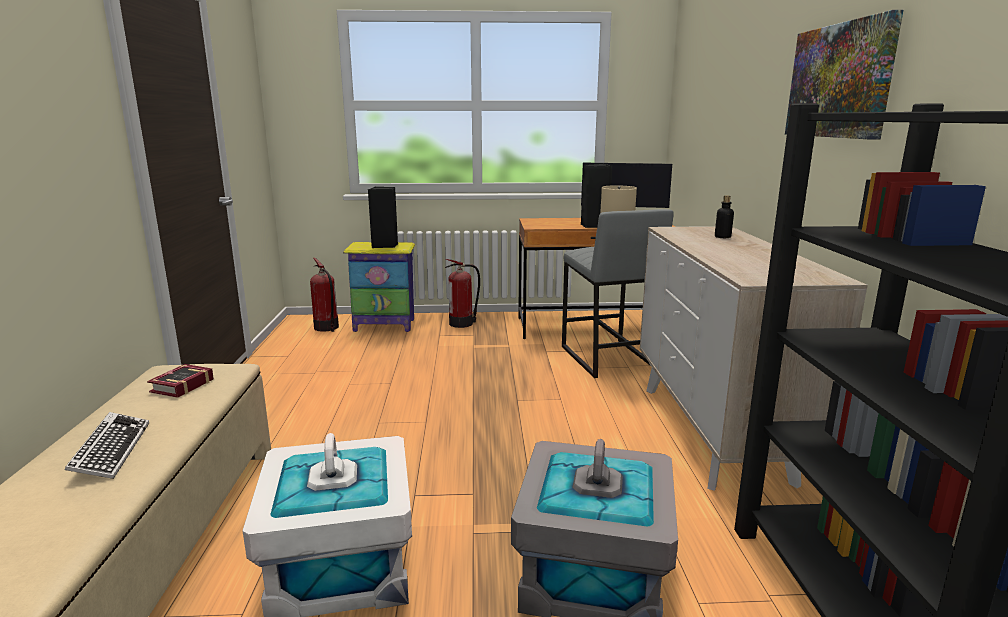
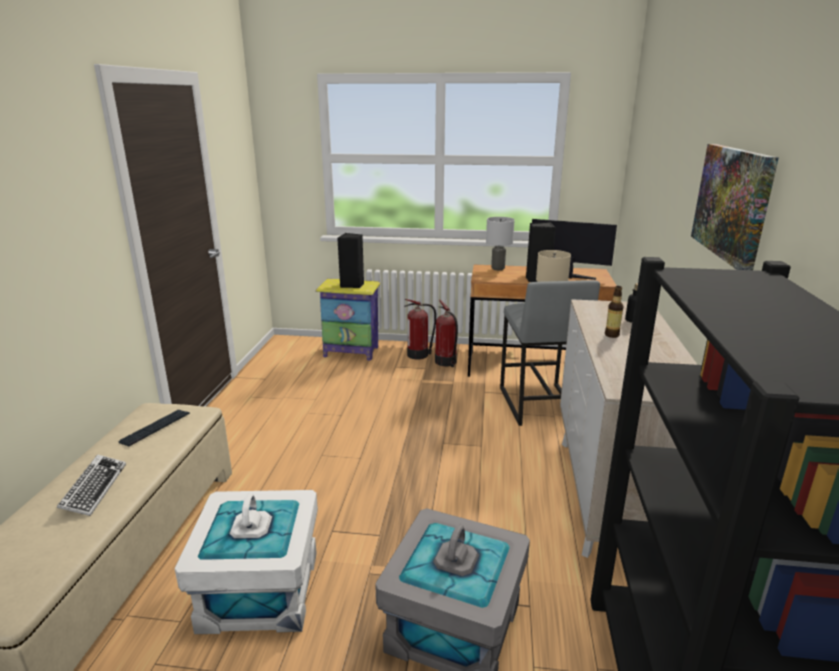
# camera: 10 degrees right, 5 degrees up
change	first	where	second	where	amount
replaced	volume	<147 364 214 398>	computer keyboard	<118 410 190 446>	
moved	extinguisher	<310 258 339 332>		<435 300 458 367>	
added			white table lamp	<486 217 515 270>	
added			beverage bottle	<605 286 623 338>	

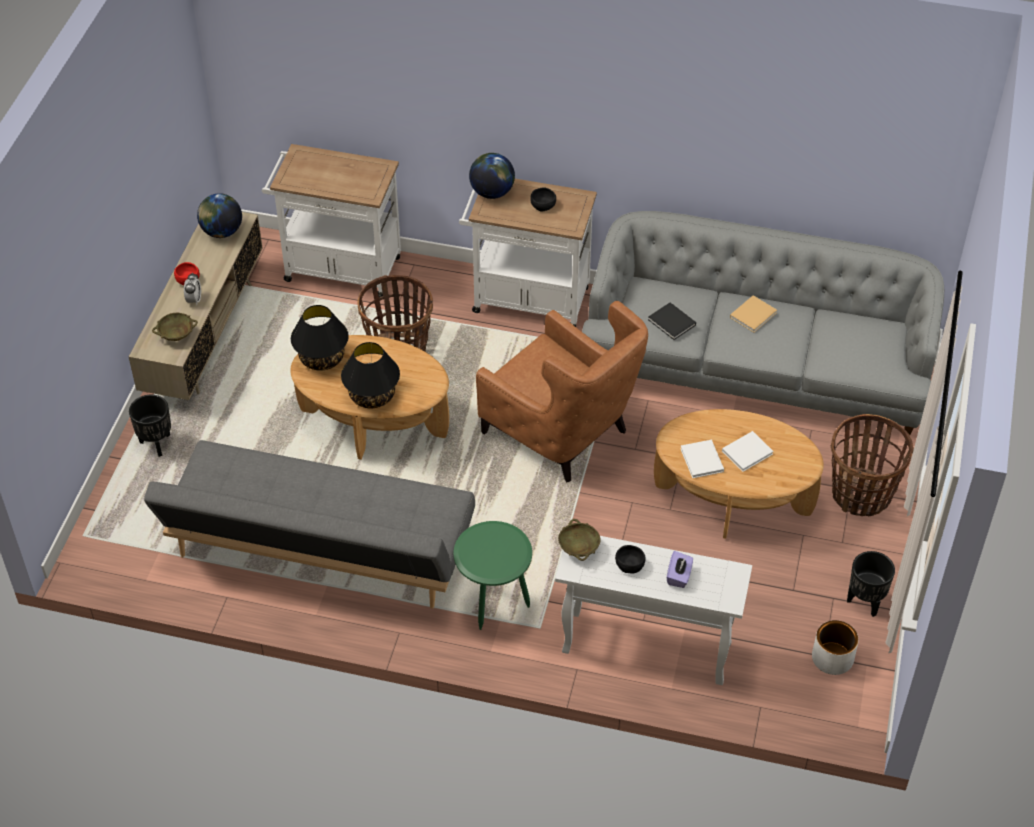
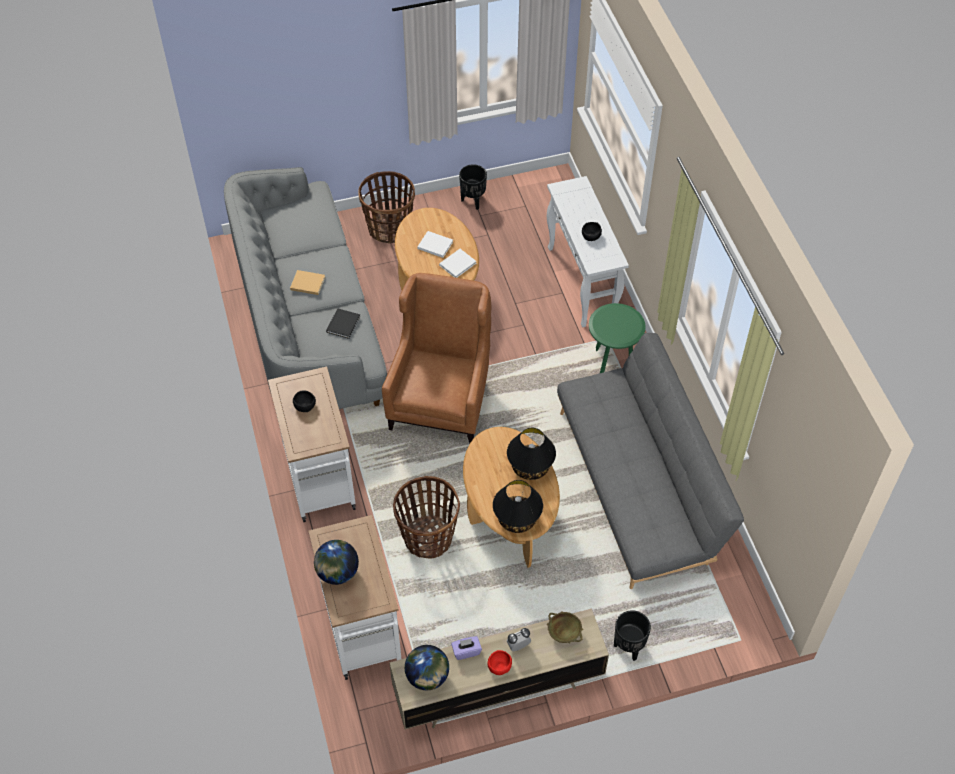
# camera: 120 degrees left, 5 degrees up
change	first	where	second	where	amount
moved	world globe	<469 153 515 199>		<314 540 359 585>	
moved	purple-coloured tissue holder	<667 551 693 588>		<451 636 482 660>	
removed	beige deep dish	<558 519 601 561>			
removed	white planter	<812 620 859 675>			

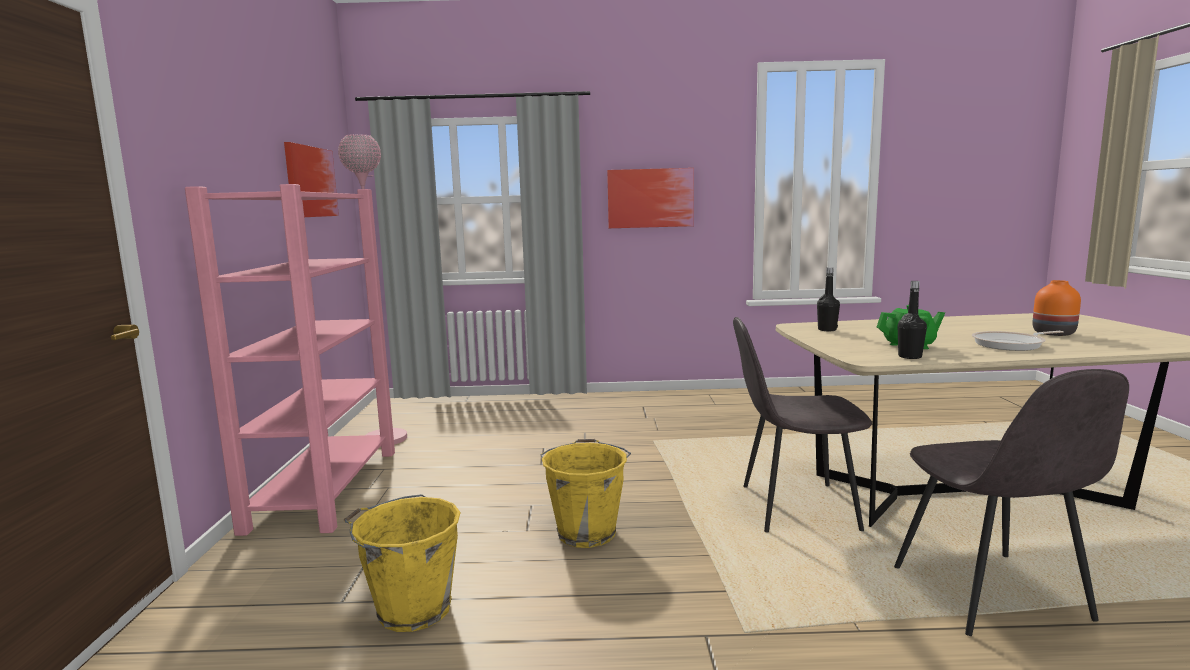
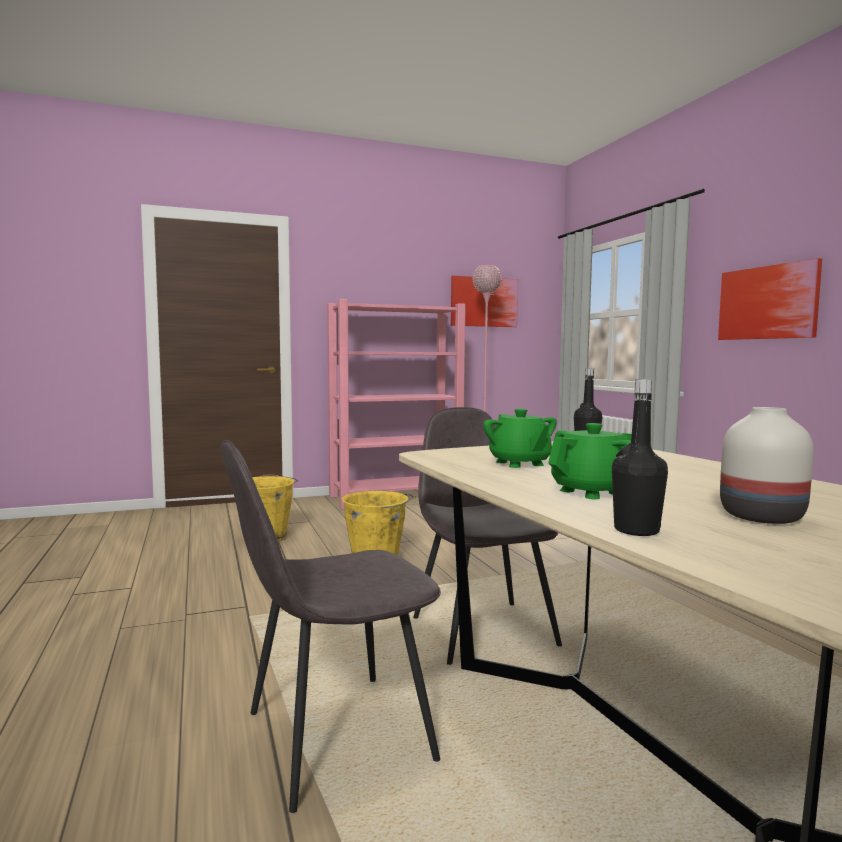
# camera: 70 degrees right, 5 degrees down
change	first	where	second	where	amount
replaced	skillet	<972 331 1064 351>	green pot for tea	<548 423 632 499>	
moved	black-coloured beverage bottle	<898 281 927 359>		<612 379 668 536>	
recoloured	orangey vase	<1033 280 1081 336>	white vase	<720 407 814 524>	

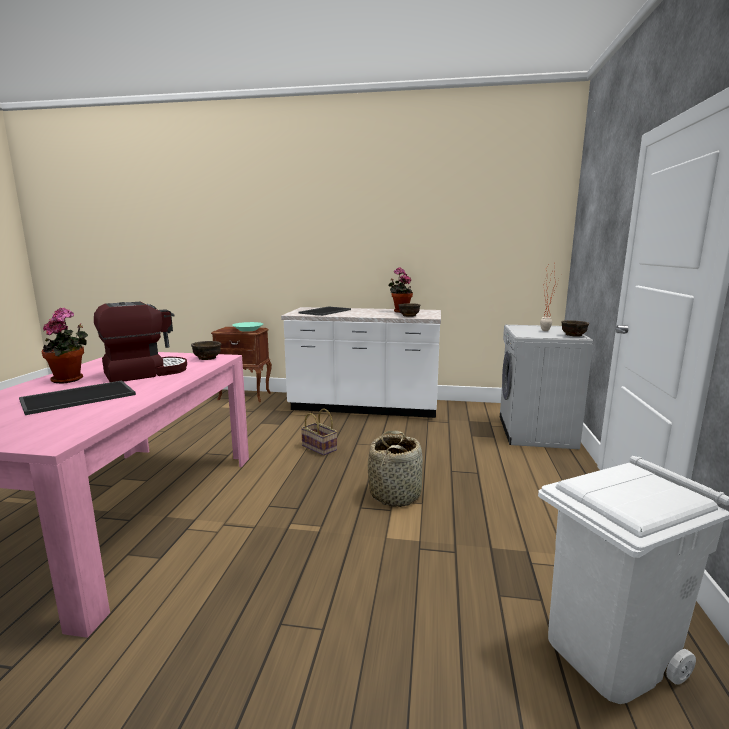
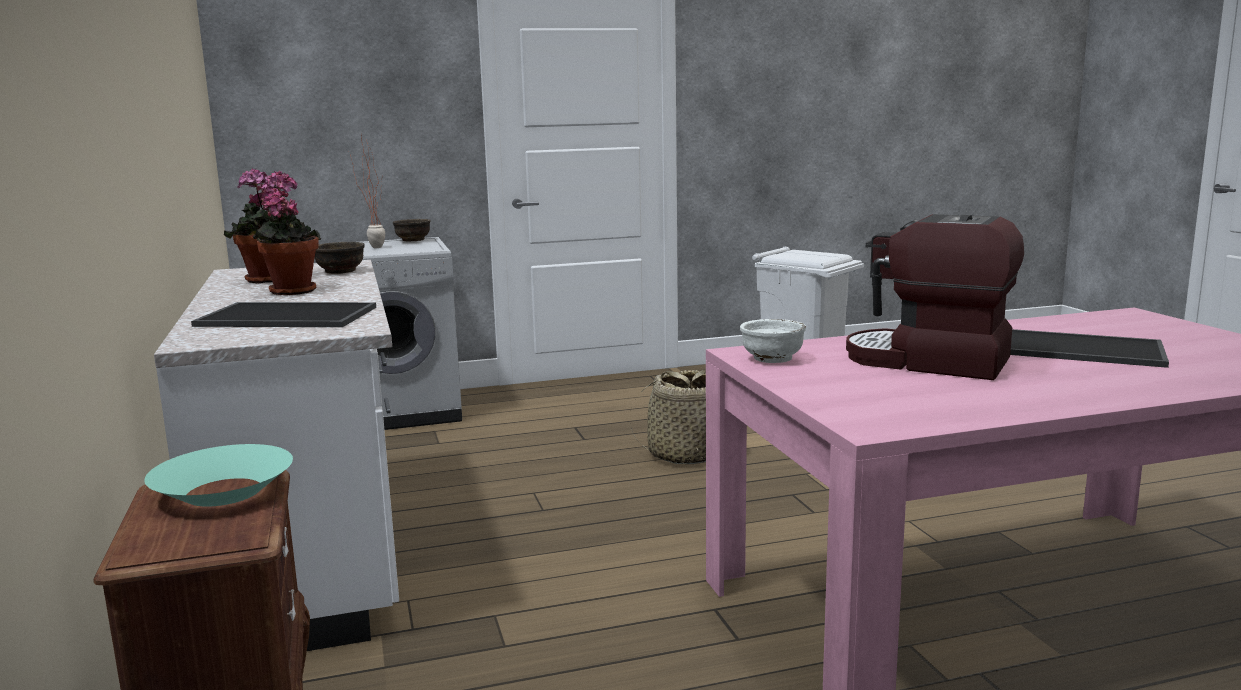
# camera: 115 degrees left, 0 degrees up
change	first	where	second	where	amount
moved	plant in a pot	<41 308 88 383>		<253 171 321 295>	
recoloured	brownish deep dish	<191 341 221 360>	white deep dish	<740 319 806 363>	
removed	storage basket	<301 408 337 456>			

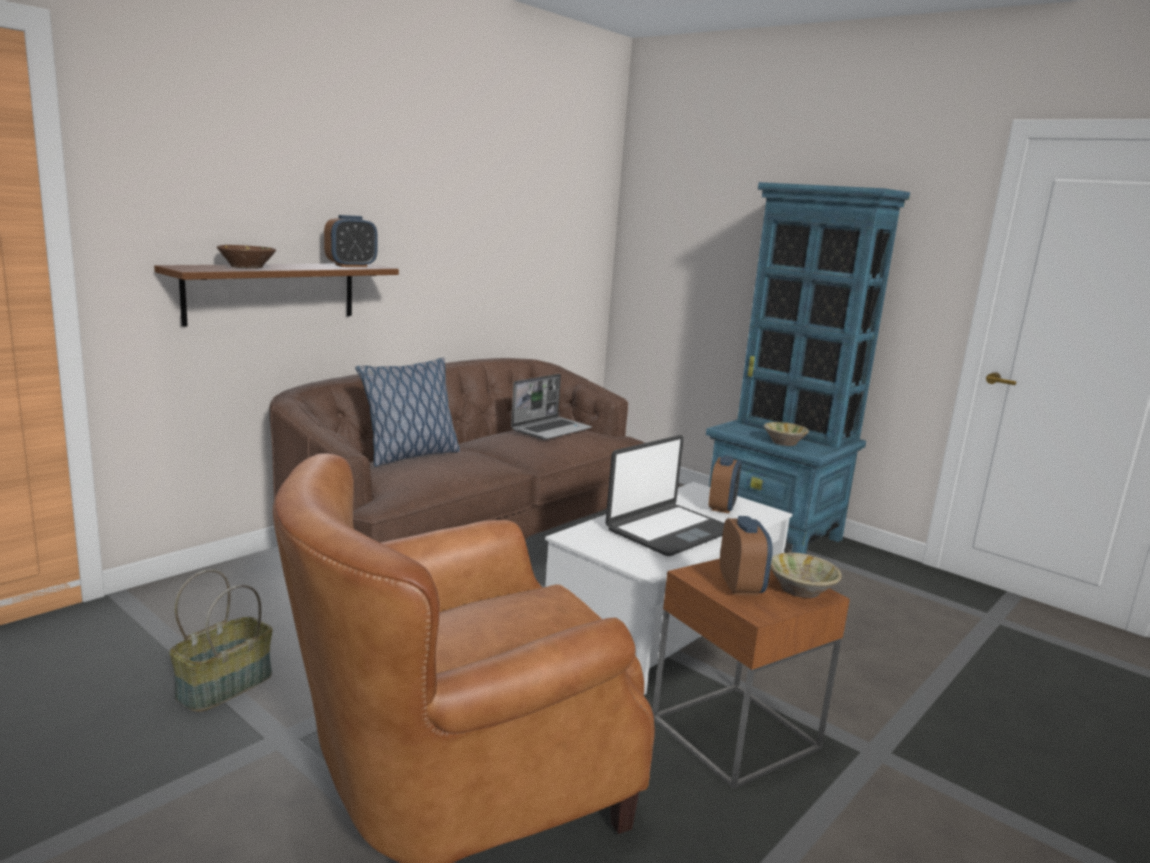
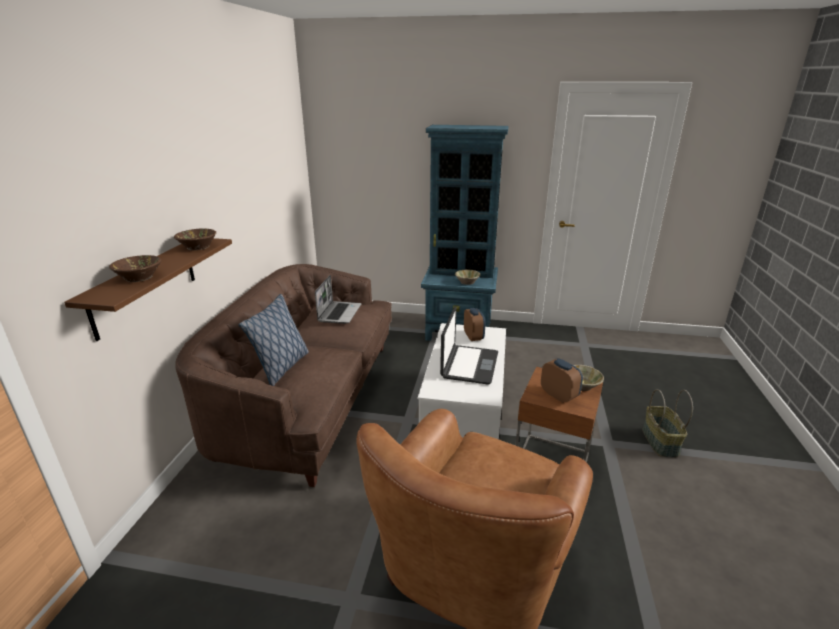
# camera: 30 degrees left, 10 degrees up
change	first	where	second	where	amount
replaced	table clock	<324 215 378 267>	brownish deep dish	<174 228 216 250>	
moved	storage basket	<169 569 273 712>		<642 389 693 457>	

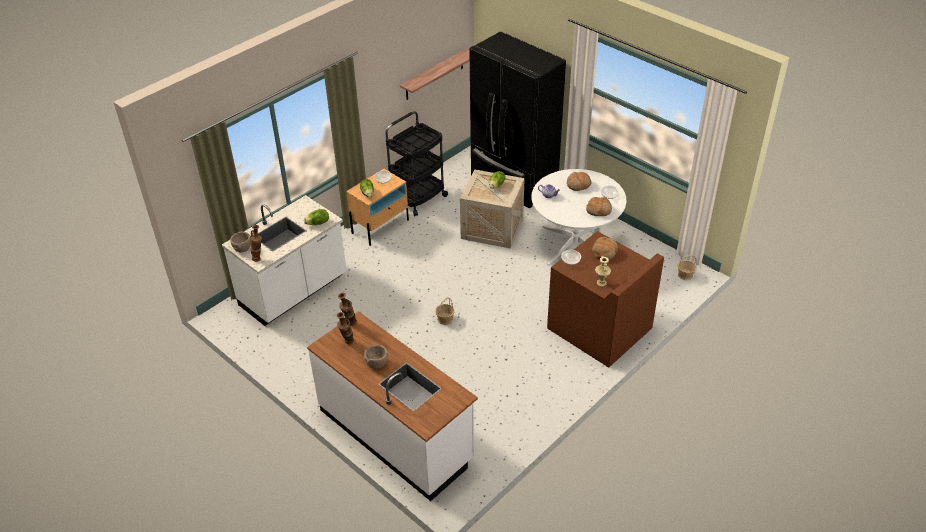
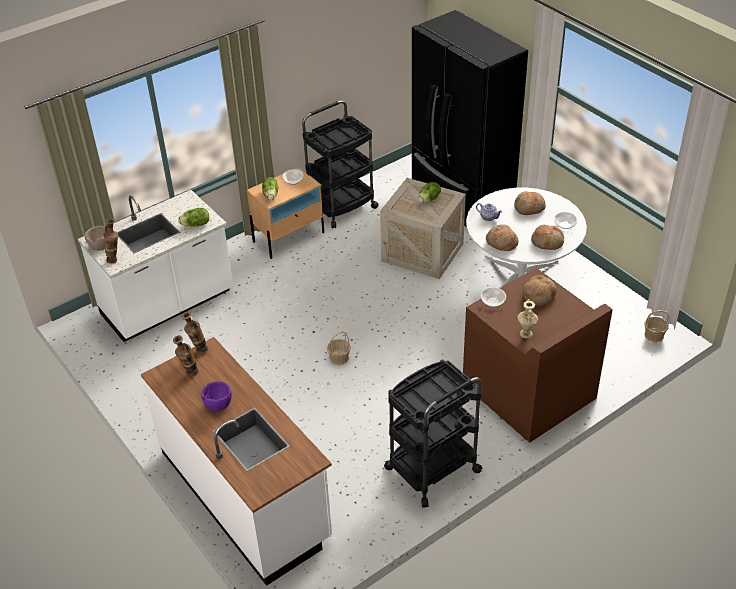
# camera: 10 degrees right, 0 degrees up
change	first	where	second	where	amount
recoloured	brownish deep dish	<364 345 388 369>	purple-coloured deep dish	<201 381 232 411>	
added			black-coloured trolley	<384 360 482 508>	
added			bakery bread	<486 224 518 251>	
removed	bracket shelf	<400 48 470 100>			

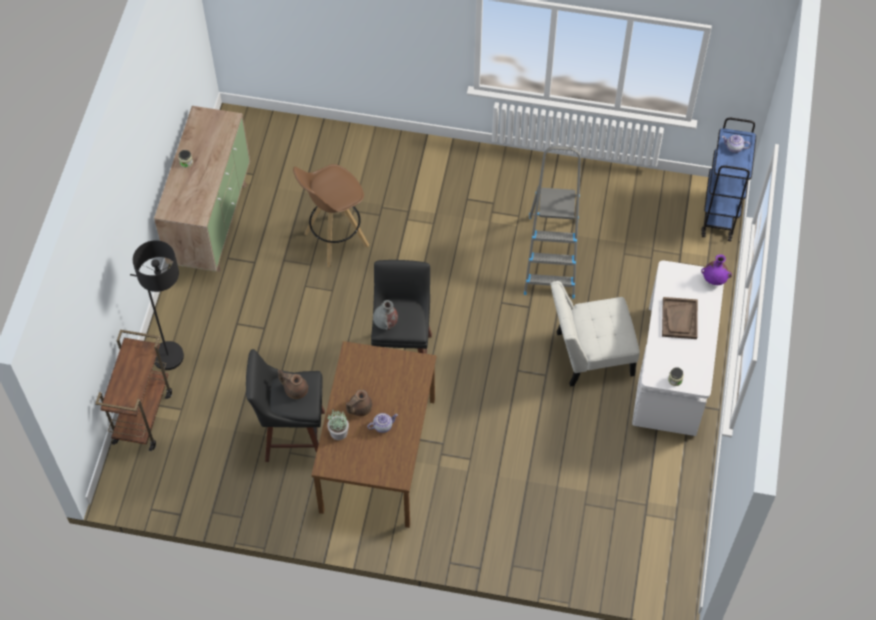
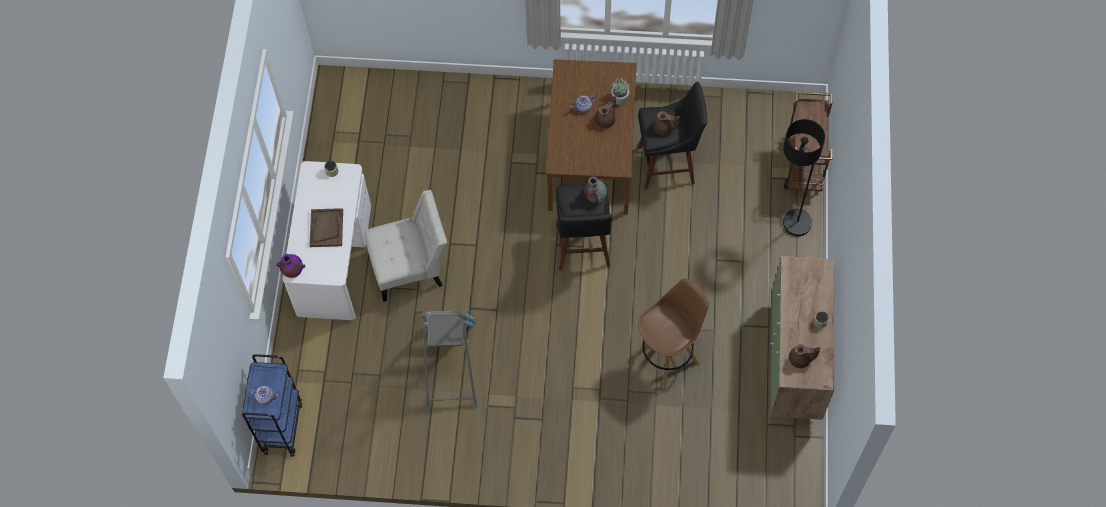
# camera: 175 degrees right, 5 degrees up
change	first	where	second	where	amount
added			brownish pot for tea	<789 344 820 368>	

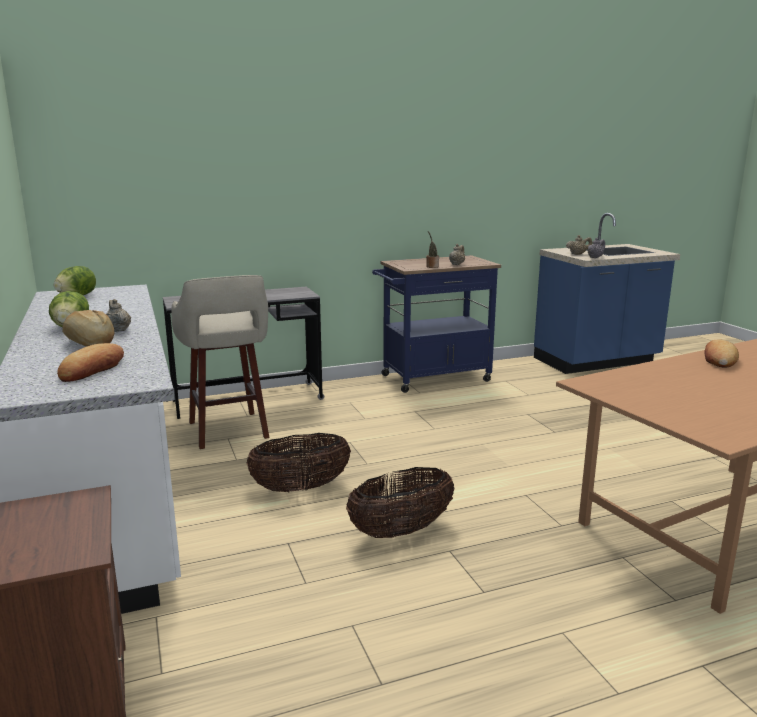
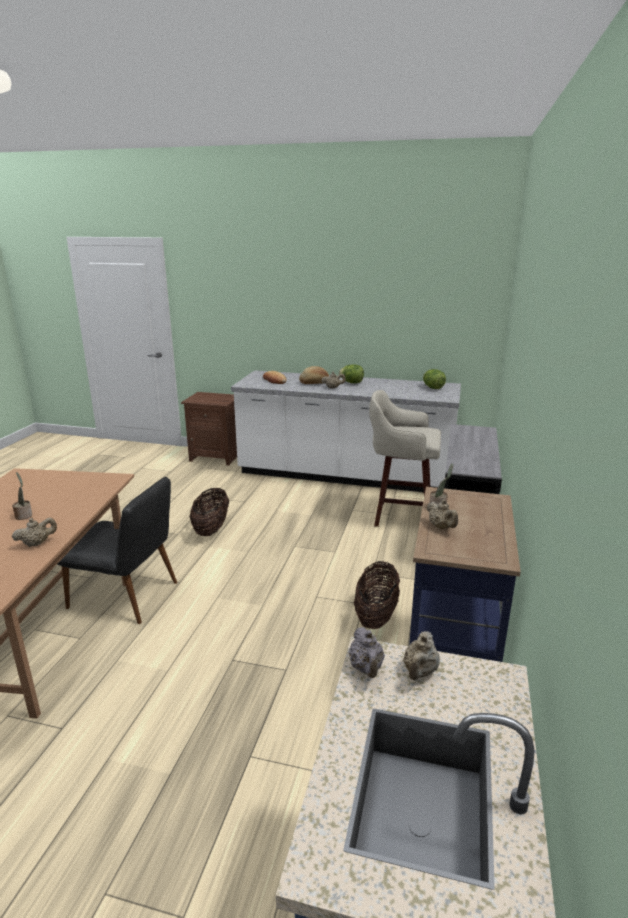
# camera: 125 degrees right, 5 degrees up
change	first	where	second	where	amount
added			plant in a pot	<12 472 32 520>	
replaced	bakery bread	<704 339 739 367>	beige pot for tea	<12 517 57 547>	
added			black-coloured chair	<58 477 177 624>	
moved	storage basket	<246 433 351 492>		<354 561 400 629>	

